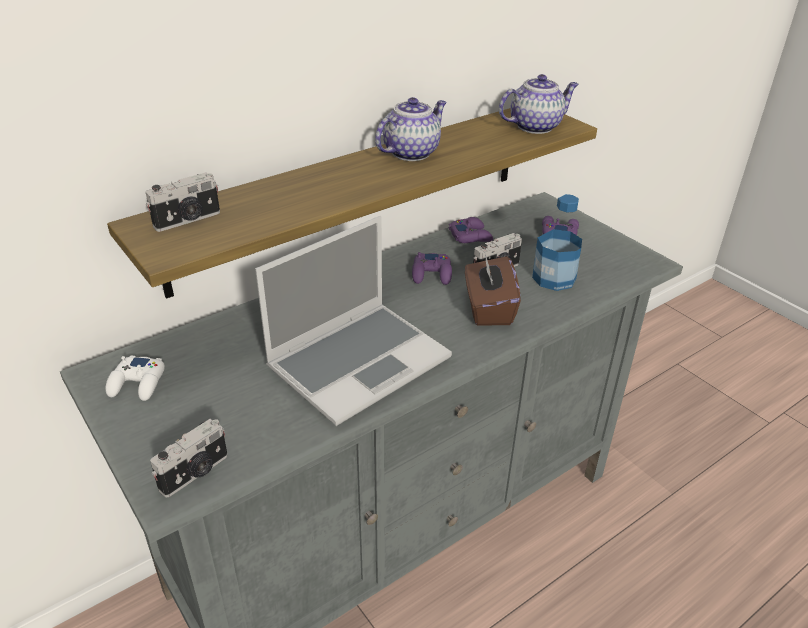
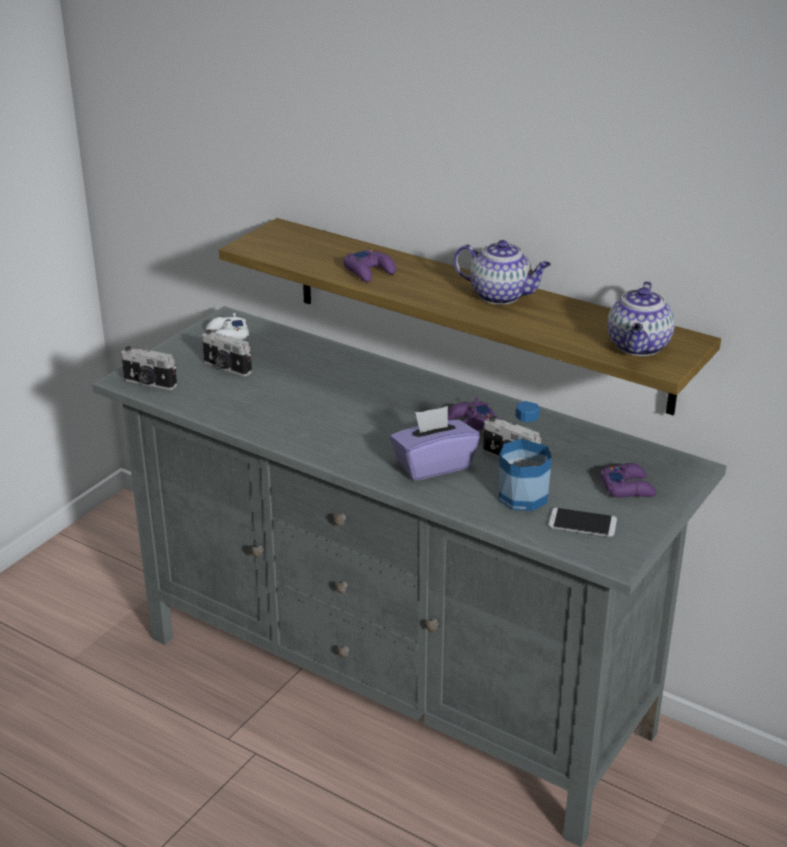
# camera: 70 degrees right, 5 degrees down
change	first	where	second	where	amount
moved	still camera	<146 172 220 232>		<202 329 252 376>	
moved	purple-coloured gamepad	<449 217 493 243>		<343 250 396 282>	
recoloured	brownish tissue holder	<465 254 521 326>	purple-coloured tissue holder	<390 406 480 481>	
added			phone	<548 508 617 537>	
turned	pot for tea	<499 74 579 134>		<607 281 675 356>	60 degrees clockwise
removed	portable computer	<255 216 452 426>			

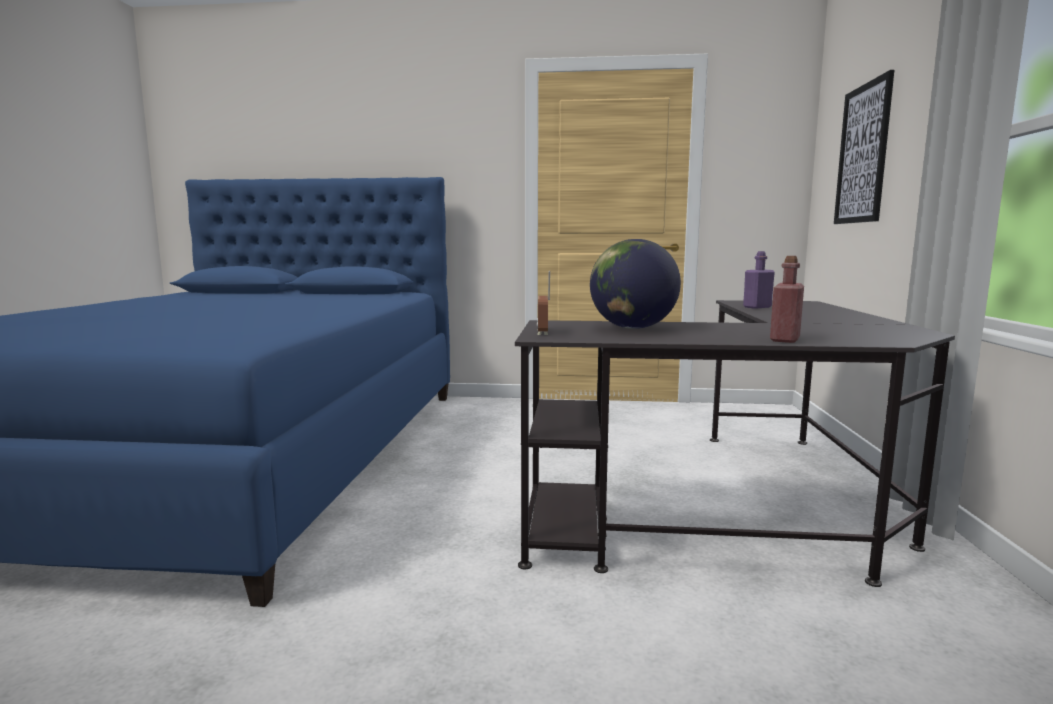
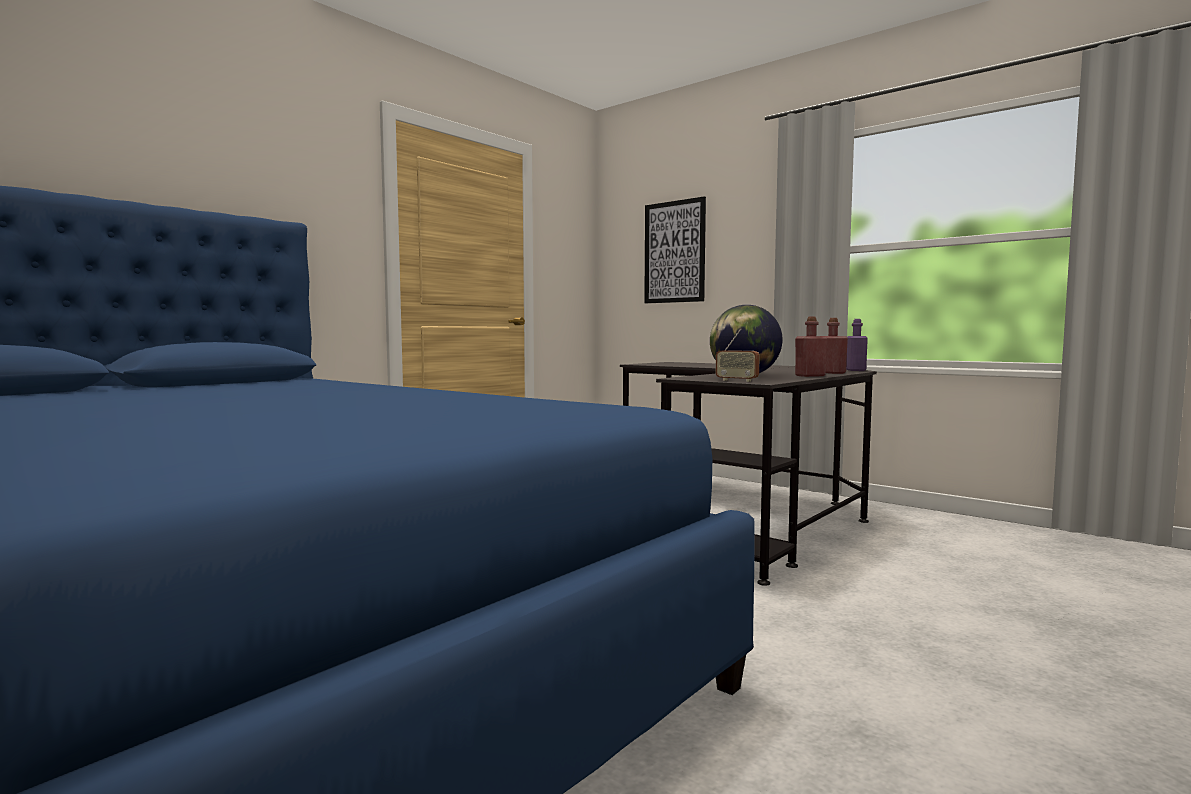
# camera: 55 degrees left, 5 degrees down
change	first	where	second	where	amount
added			red beverage bottle	<795 317 827 377>	
moved	purple-coloured beverage bottle	<743 251 775 309>		<846 319 868 371>	

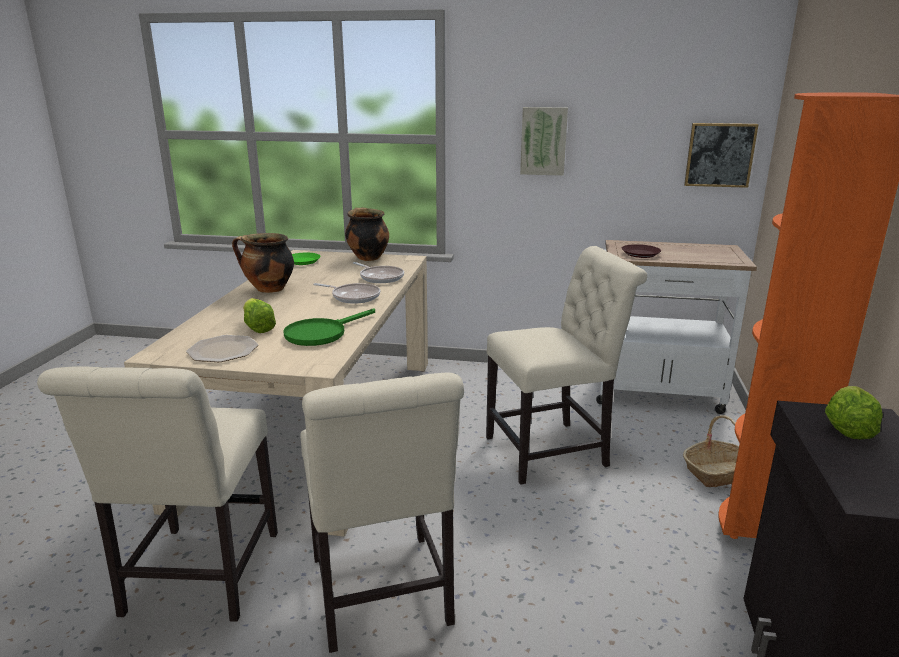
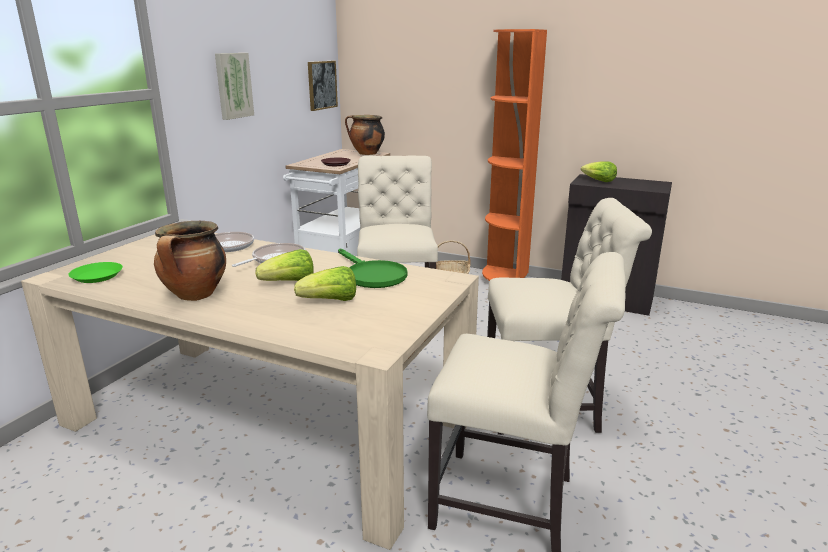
# camera: 75 degrees left, 0 degrees up
change	first	where	second	where	amount
added			lettuce	<256 249 314 281>	
moved	stockpot	<345 207 389 261>		<345 115 385 155>	
removed	dinner plate	<186 335 258 362>			

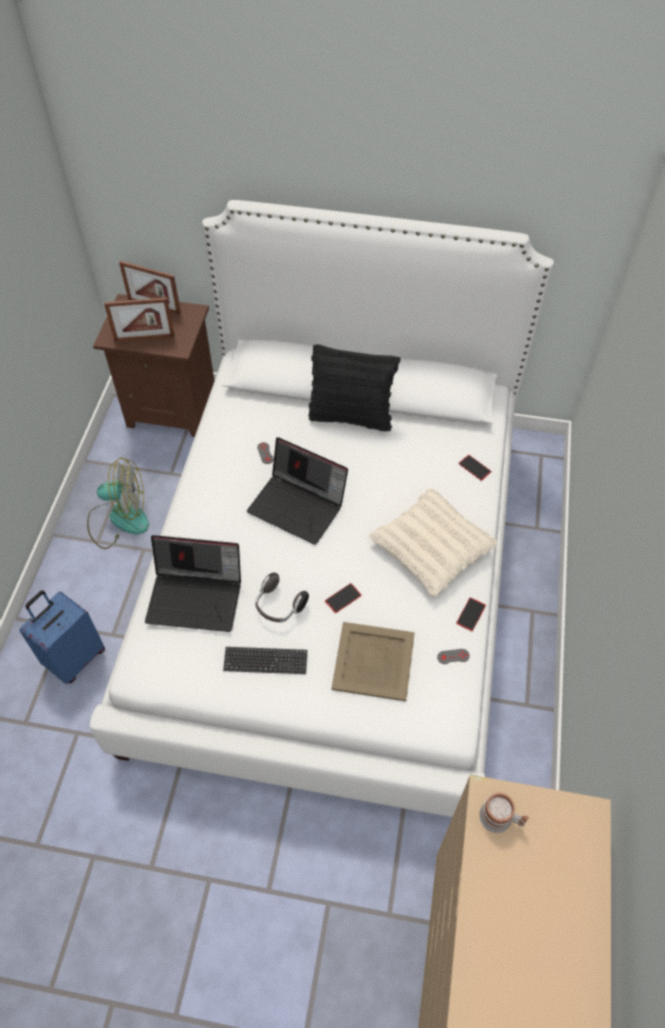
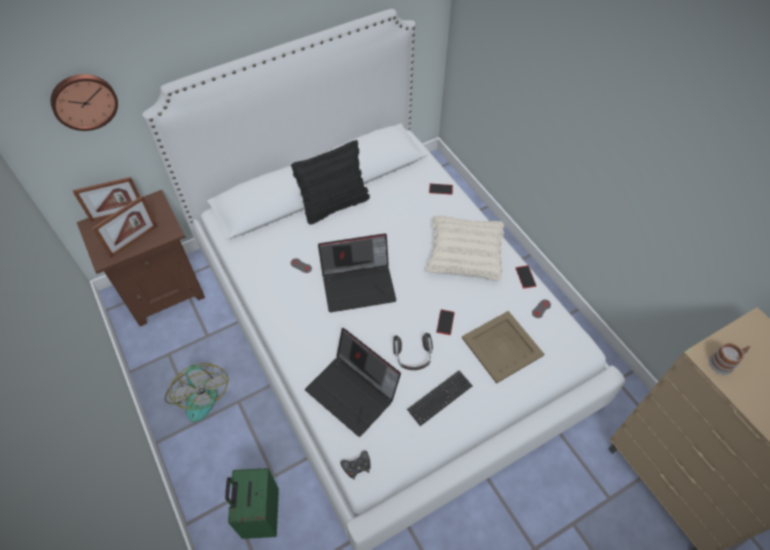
# camera: 40 degrees left, 0 degrees up
change	first	where	second	where	amount
added			hanging clock	<51 74 118 131>	
turned	cooling fan	<87 457 149 549>		<165 363 228 422>	105 degrees clockwise
recoloured	bluish travel case	<20 590 105 684>	green travel case	<225 468 279 539>	
turned	portable computer	<145 535 241 632>		<305 328 401 437>	75 degrees clockwise
added			black-coloured gamepad	<340 450 371 480>	

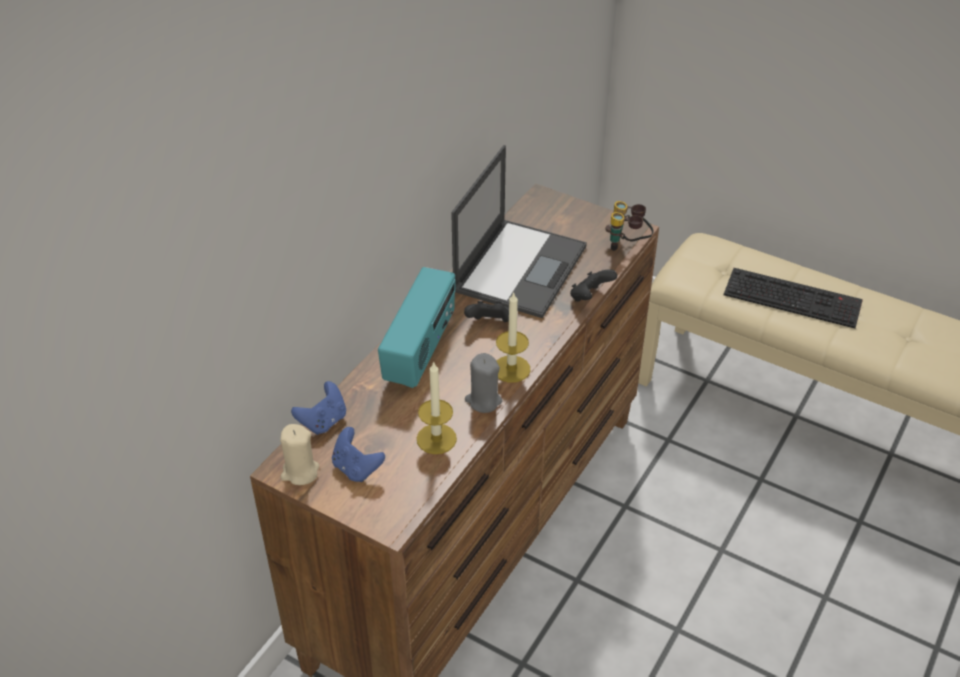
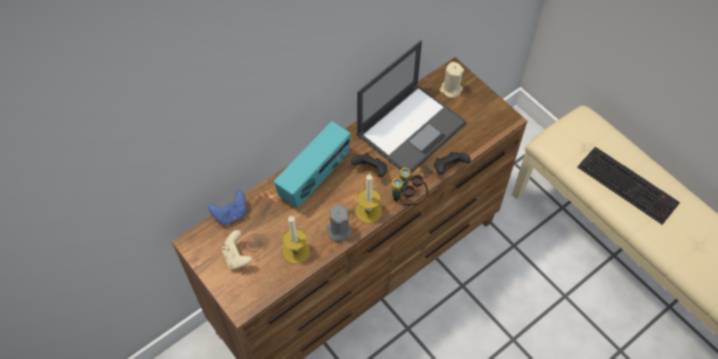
# camera: 20 degrees right, 15 degrees up
change	first	where	second	where	amount
recoloured	bluish gamepad	<332 427 385 482>	beige gamepad	<222 230 252 270>	
moved	pair of binoculars	<605 201 654 251>		<392 168 428 205>	
moved	beige wax candle	<280 424 319 485>		<439 62 464 98>	

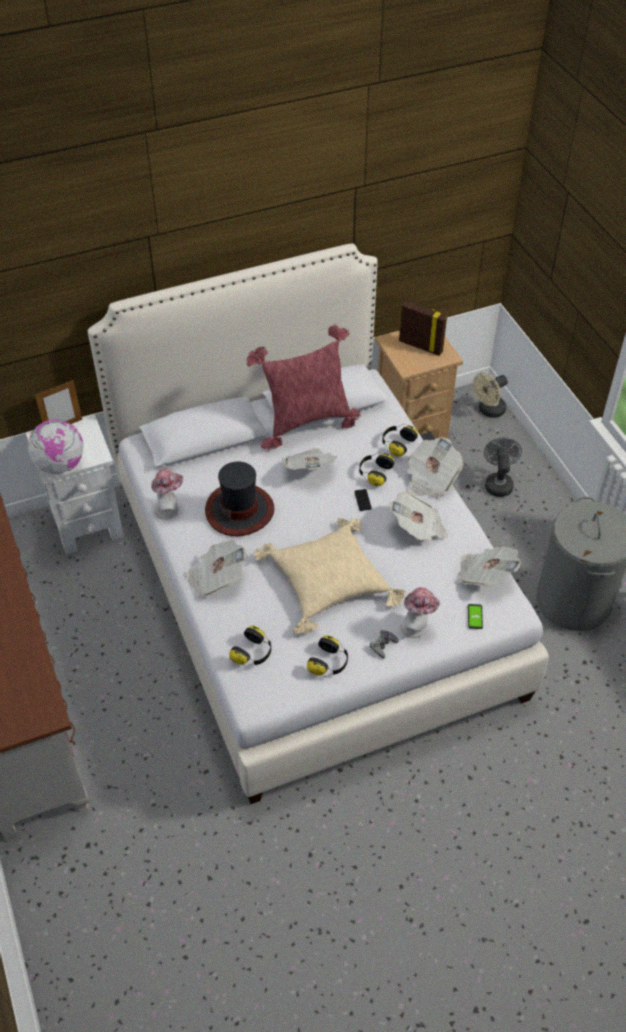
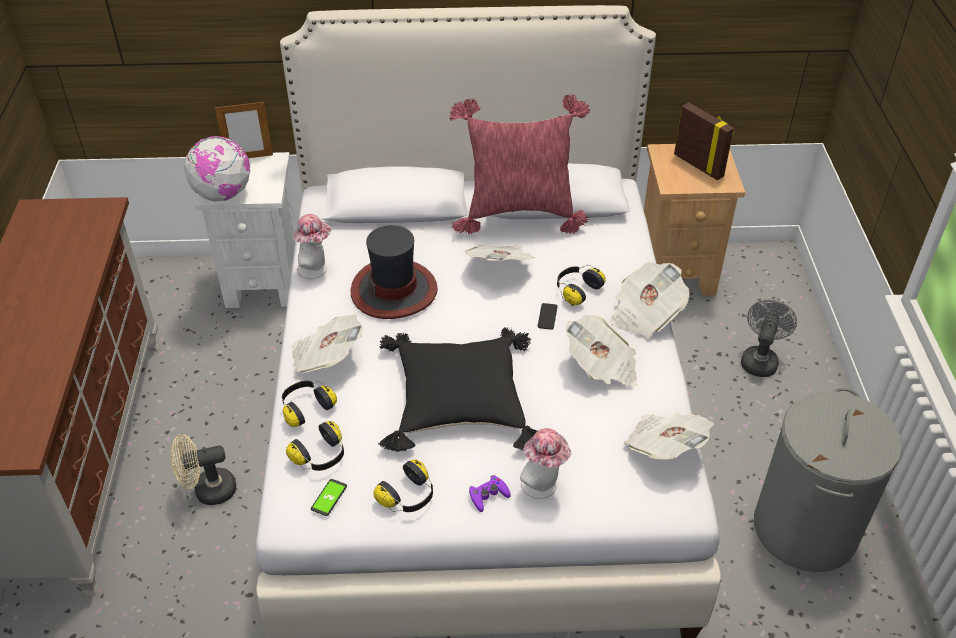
# camera: 20 degrees right, 5 degrees down
change	first	where	second	where	amount
moved	beige cooling fan	<473 372 508 418>		<171 434 236 505>	
moved	headset	<382 424 418 457>		<282 381 337 427>	
moved	phone	<468 604 483 629>		<311 479 347 516>	
recoloured	beige throw pillow	<254 517 407 635>	black-coloured throw pillow	<378 327 538 452>	
recoloured	grey gamepad	<370 630 399 659>	purple-coloured gamepad	<469 475 511 512>	

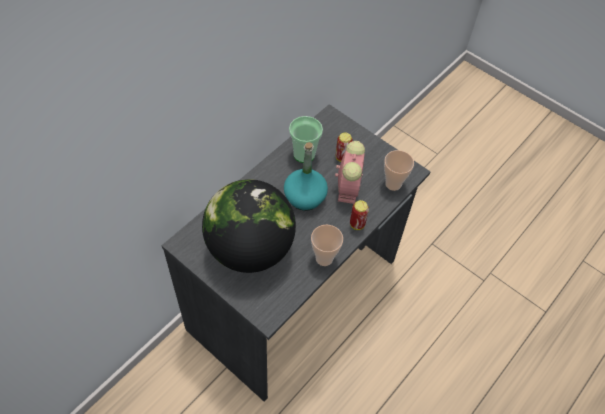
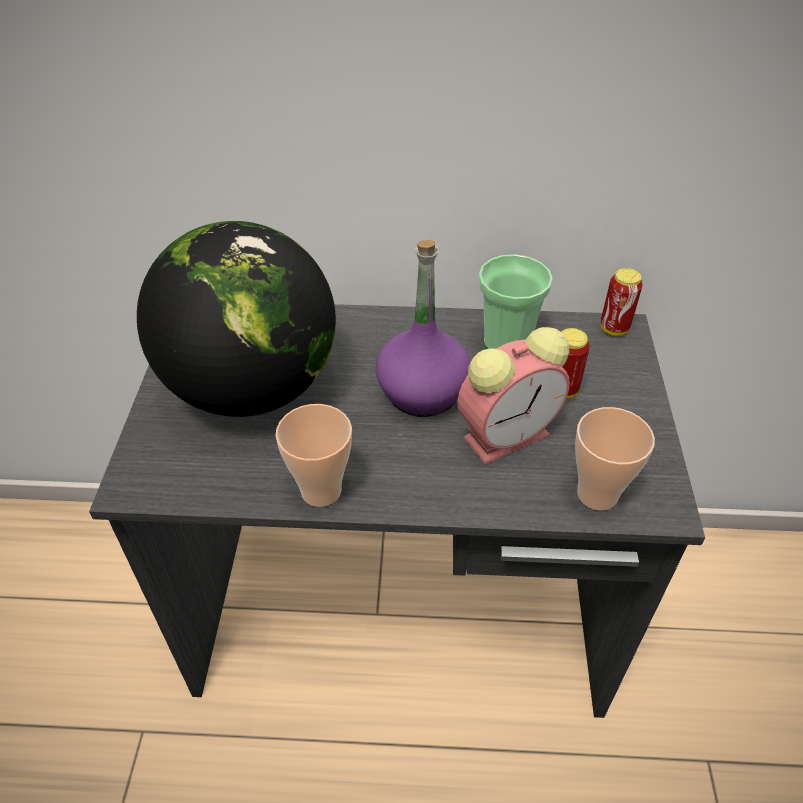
# camera: 55 degrees right, 10 degrees down
change	first	where	second	where	amount
recoloured	turquoise-coloured beverage bottle	<284 142 328 211>	purple-coloured beverage bottle	<376 240 471 417>	
moved	sealed can	<350 200 369 230>		<600 268 643 336>	

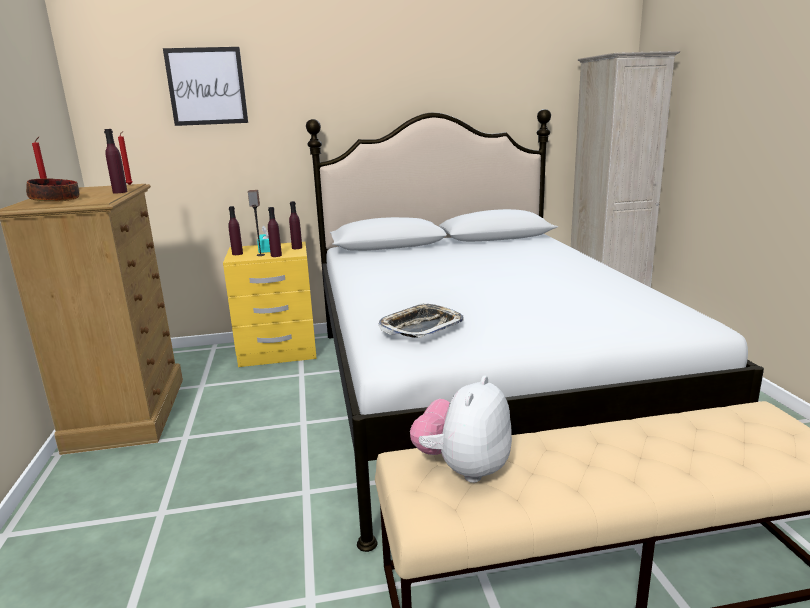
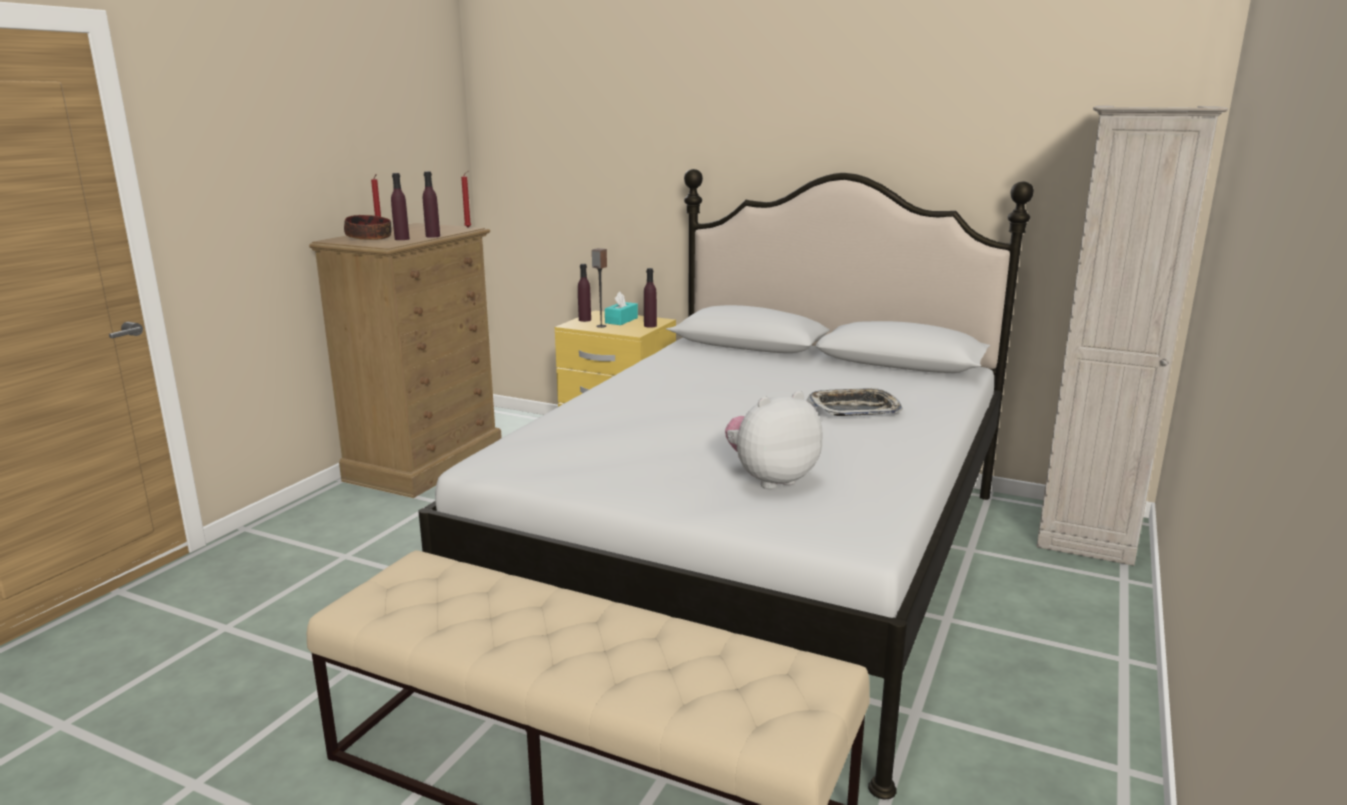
# camera: 35 degrees right, 0 degrees up
change	first	where	second	where	amount
moved	purple-coloured beverage bottle	<268 207 282 257>		<391 173 410 240>	
moved	plush toy	<410 375 512 483>		<725 391 823 489>	
moved	carrying tray	<378 303 464 338>		<807 387 903 416>	
removed	wall picture	<163 47 248 126>			

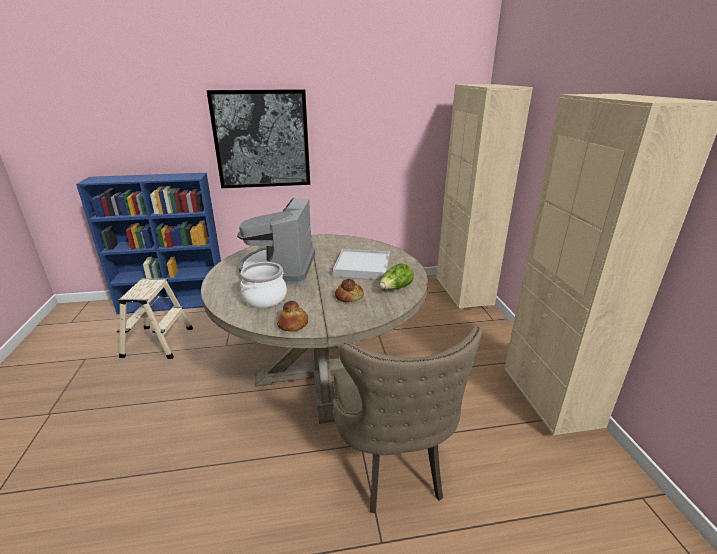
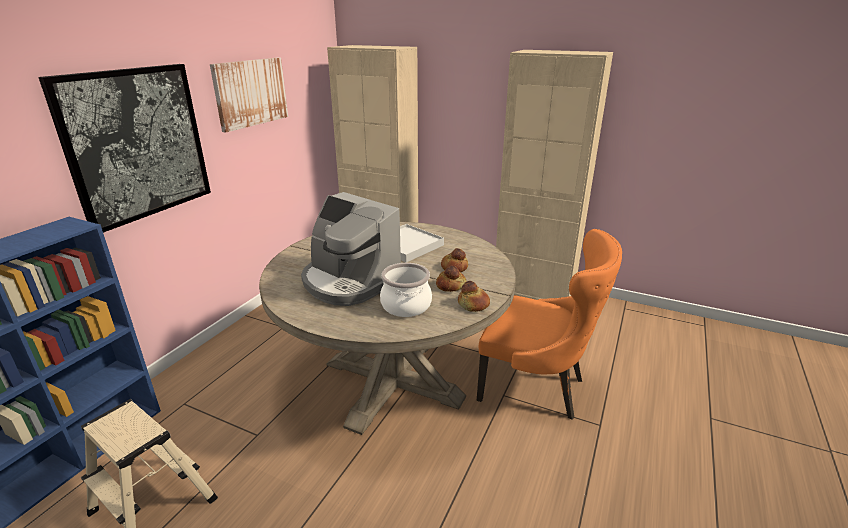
# camera: 55 degrees left, 0 degrees up
change	first	where	second	where	amount
added			wall picture	<210 57 288 132>	
added			bakery bread	<436 265 467 292>	
recoloured	beige chair	<333 327 482 513>	orangey chair	<477 229 622 420>	
removed	lettuce	<379 263 414 289>			

